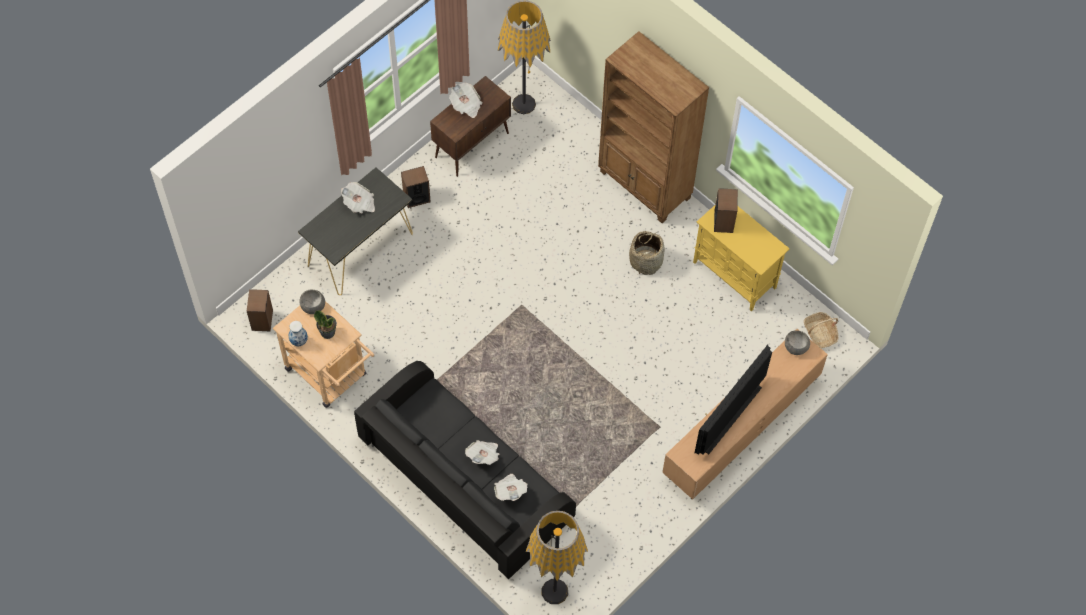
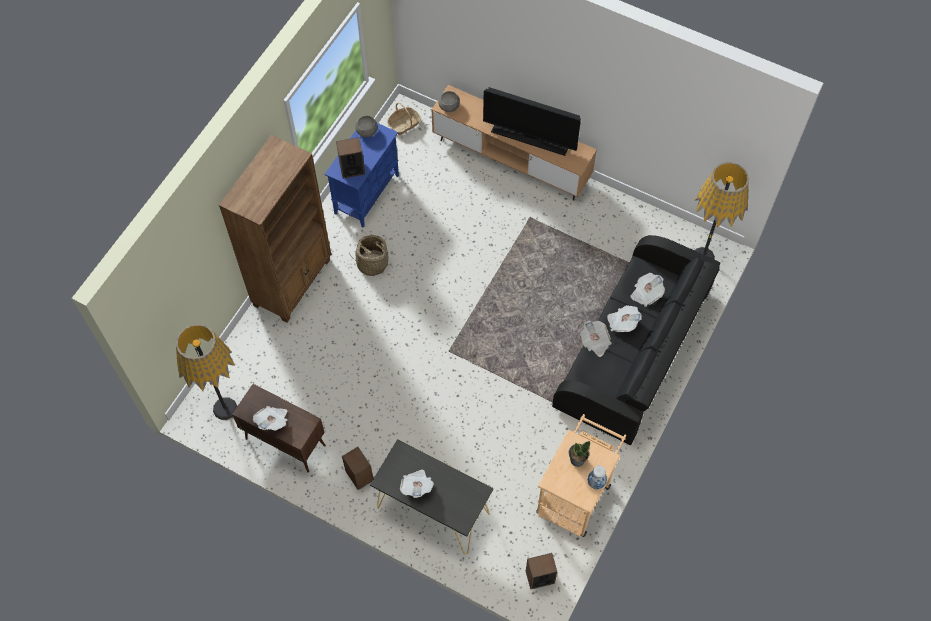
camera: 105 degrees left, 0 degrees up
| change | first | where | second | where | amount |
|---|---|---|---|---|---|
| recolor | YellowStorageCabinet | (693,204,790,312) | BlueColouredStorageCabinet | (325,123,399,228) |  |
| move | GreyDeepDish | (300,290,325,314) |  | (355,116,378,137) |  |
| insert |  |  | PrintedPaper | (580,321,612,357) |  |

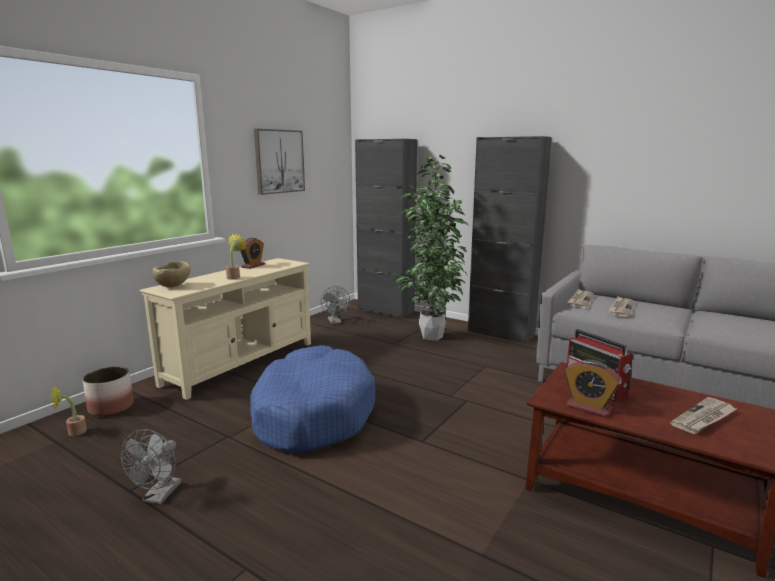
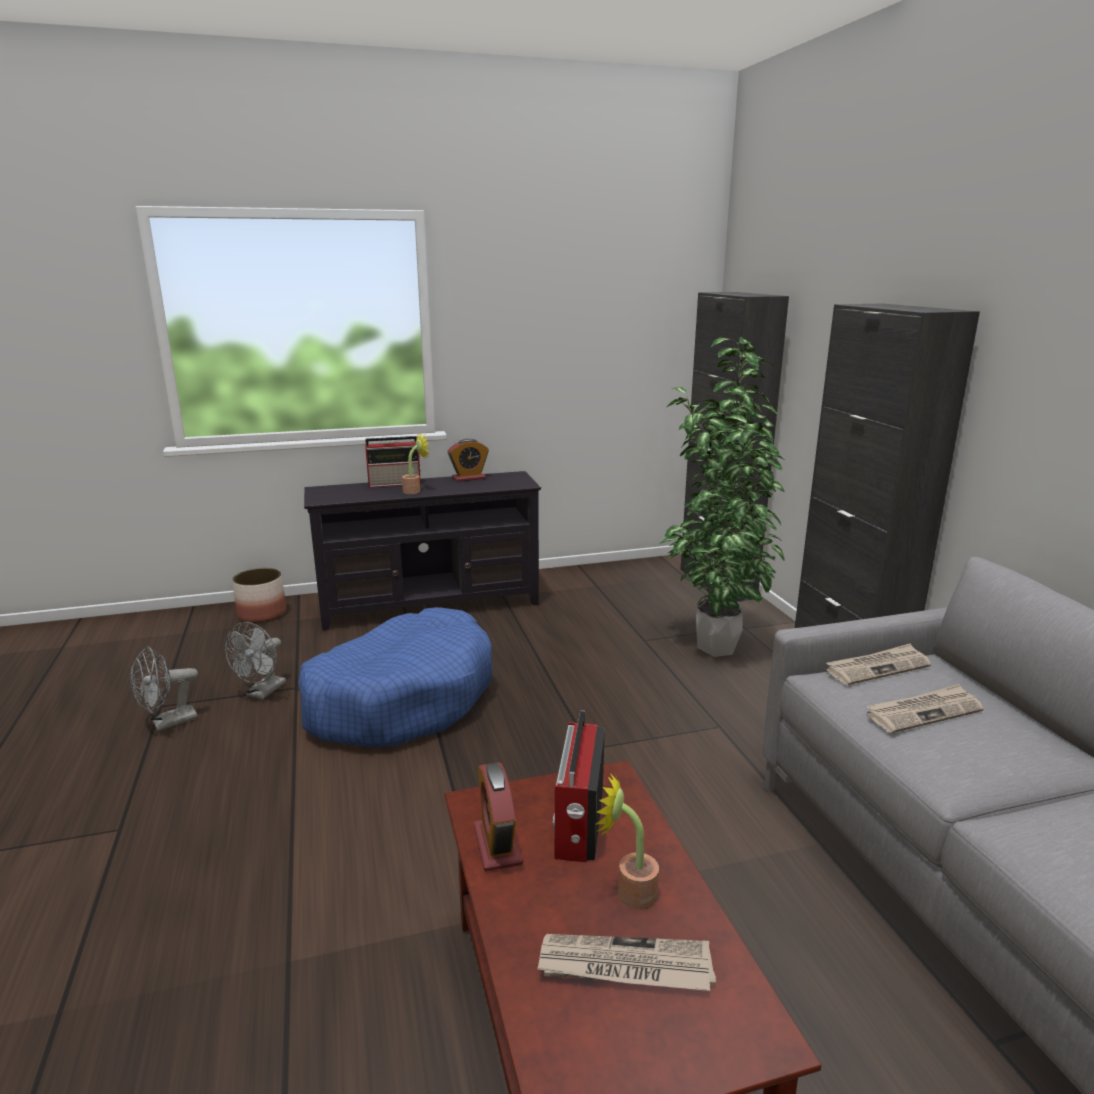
camera: 40 degrees right, 5 degrees up
| change | first | where | second | where | amount |
|---|---|---|---|---|---|
| delete | WallArt | (254,129,305,195) |  |  |  |
| recolor | BeigeColouredTvStand | (139,258,311,400) | BlackishTvStand | (304,471,542,630) |  |
| delete | BeigeColouredDeepDish | (152,261,191,288) |  |  |  |
| move | GreyCoolingFan | (321,286,350,324) |  | (225,622,286,700) |  |
| move | Houseplant | (50,385,87,436) |  | (596,773,659,910) |  |
| insert |  |  | RadioSet | (365,436,421,488) |  |

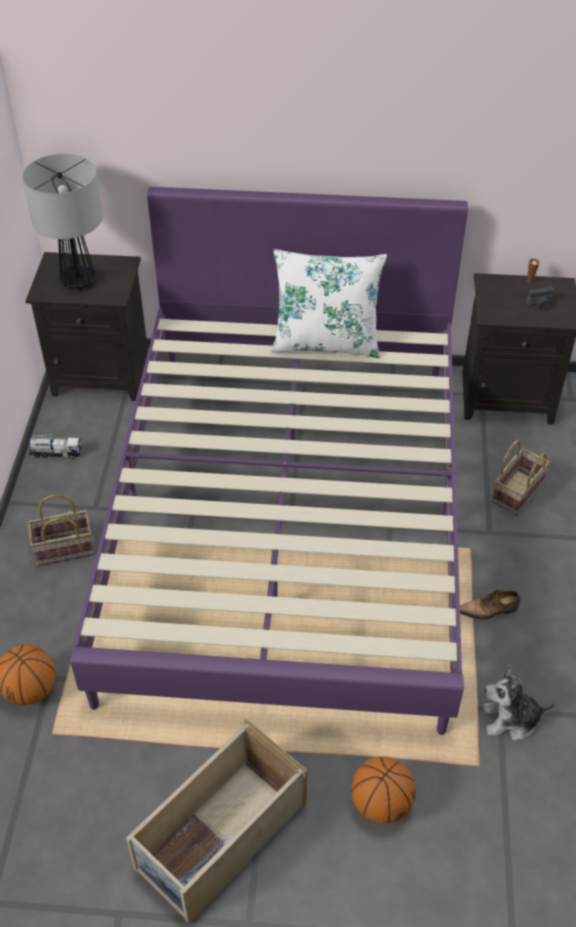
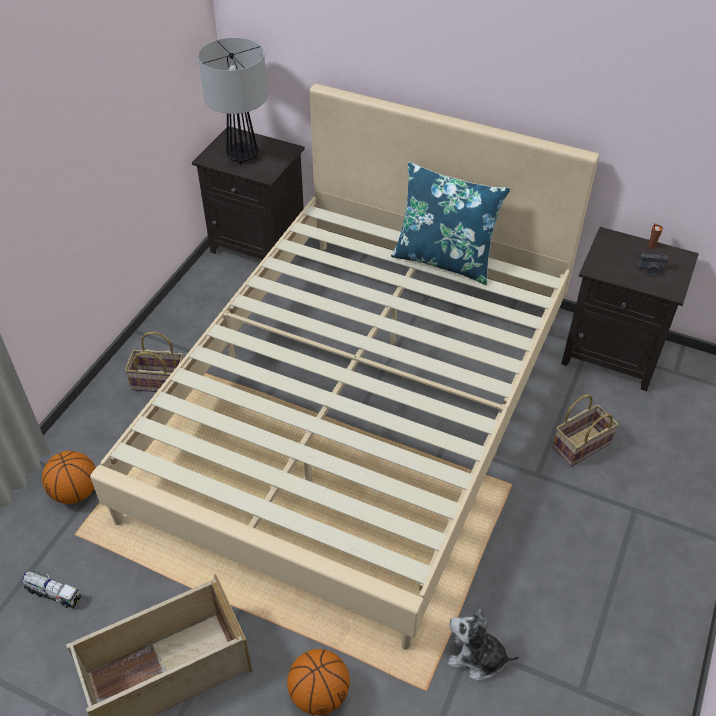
camera: 20 degrees right, 0 degrees up
| change | first | where | second | where | amount |
|---|---|---|---|---|---|
| recolor | PurpleBedroomBed | (70,187,468,735) | BeigeColouredBedroomBed | (90,83,599,650) |  |
| recolor | WhiteCushion | (271,249,387,358) | BlueColouredCushion | (391,162,510,285) |  |
| move | ToyTruck | (29,435,81,459) |  | (23,569,81,608) |  |
| delete | ItemOfFootwear | (460,590,520,619) |  |  |  |

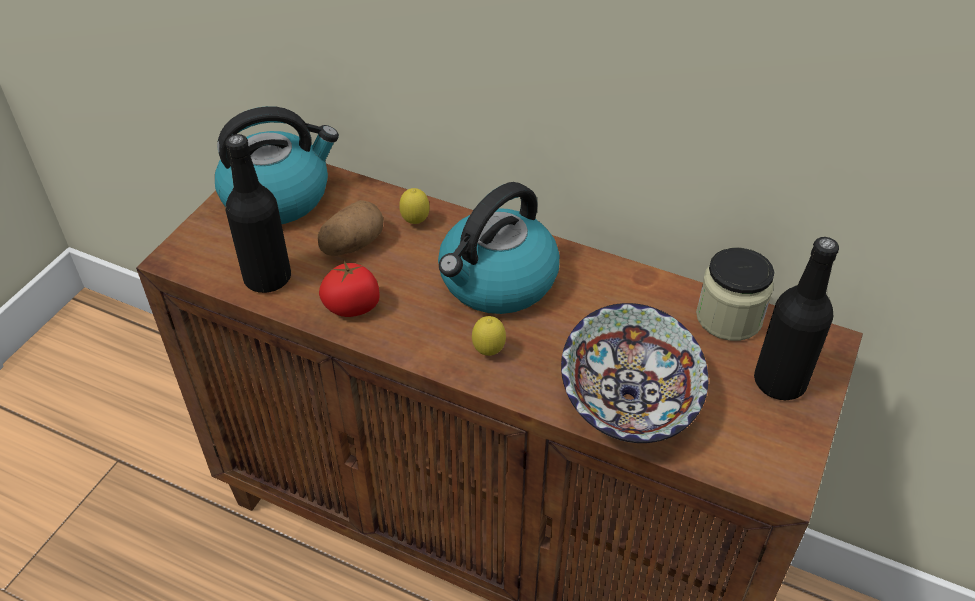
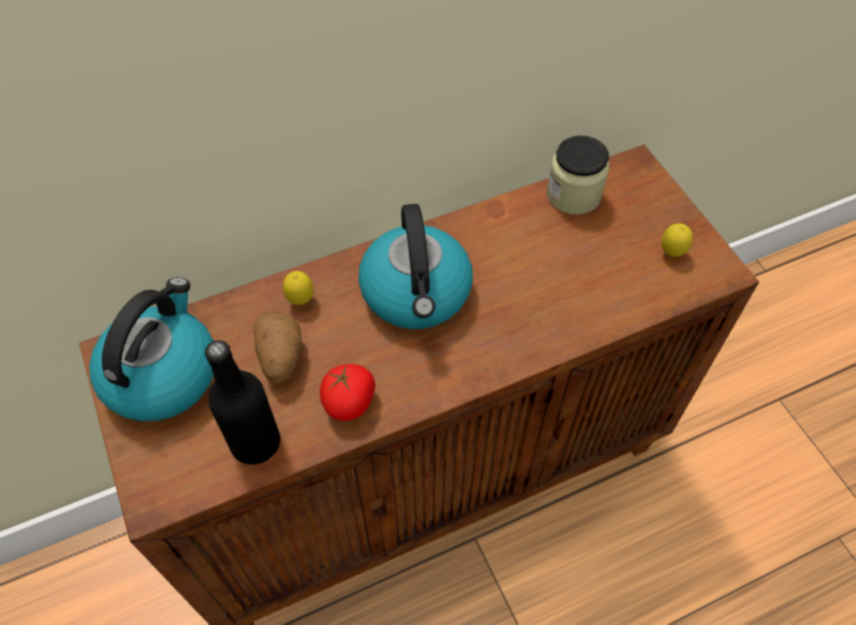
camera: 50 degrees left, 10 degrees up
| change | first | where | second | where | amount |
|---|---|---|---|---|---|
| delete | BlackishDrinkBottle | (754,237,839,400) |  |  |  |
| delete | DeepDish | (561,303,708,443) |  |  |  |
| move | CitrusFruit | (472,316,506,356) |  | (662,223,693,257) |  |

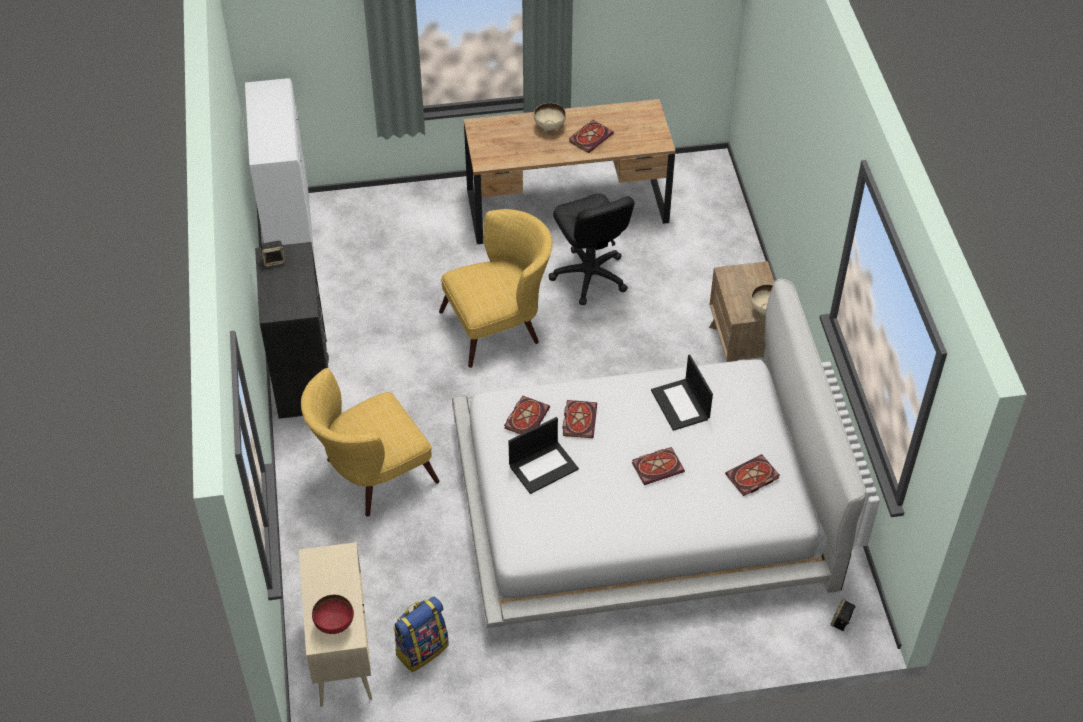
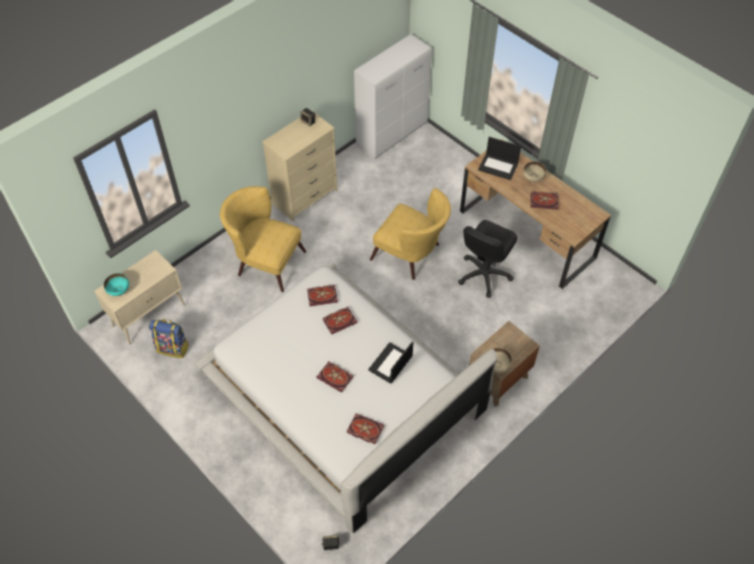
camera: 55 degrees right, 5 degrees up
| change | first | where | second | where | amount |
|---|---|---|---|---|---|
| recolor | BlackishChestOfDrawers | (255,242,329,419) | BeigeColouredChestOfDrawers | (262,110,337,222) |  |
| move | Laptop | (508,417,579,494) |  | (478,137,521,180) |  |
| recolor | RedColouredDeepDish | (312,595,354,634) | BlueGreenDeepDish | (104,273,129,296) |  |

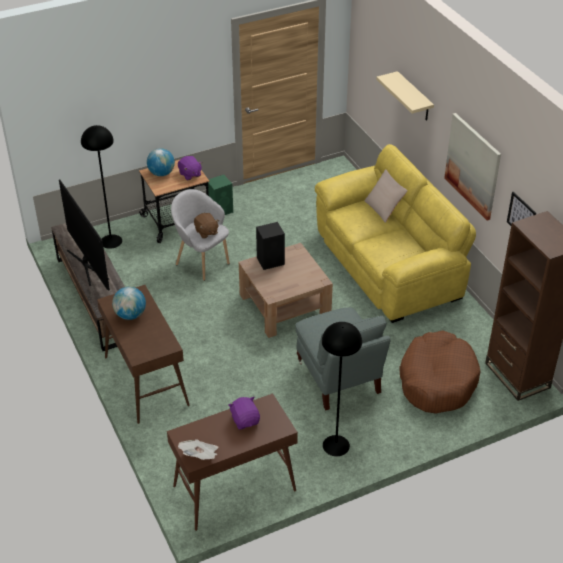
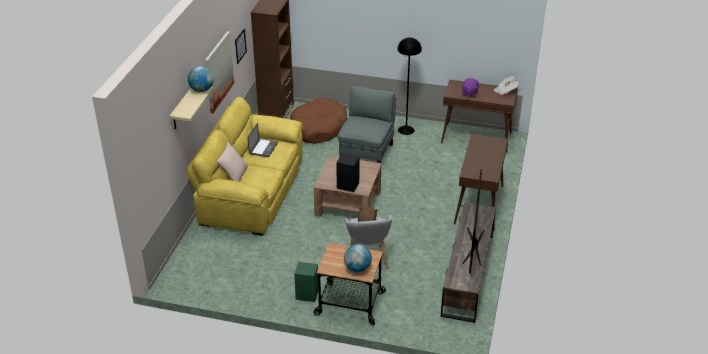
camera: 140 degrees left, 5 degrees down
| change | first | where | second | where | amount |
|---|---|---|---|---|---|
| delete | BlackishStandardLamp | (81,125,122,249) |  |  |  |
| delete | PurplePlushToy | (178,156,202,180) |  |  |  |
| move | Globe | (112,287,146,320) |  | (188,66,214,92) |  |
| insert |  |  | Laptop | (247,123,278,157) |  |

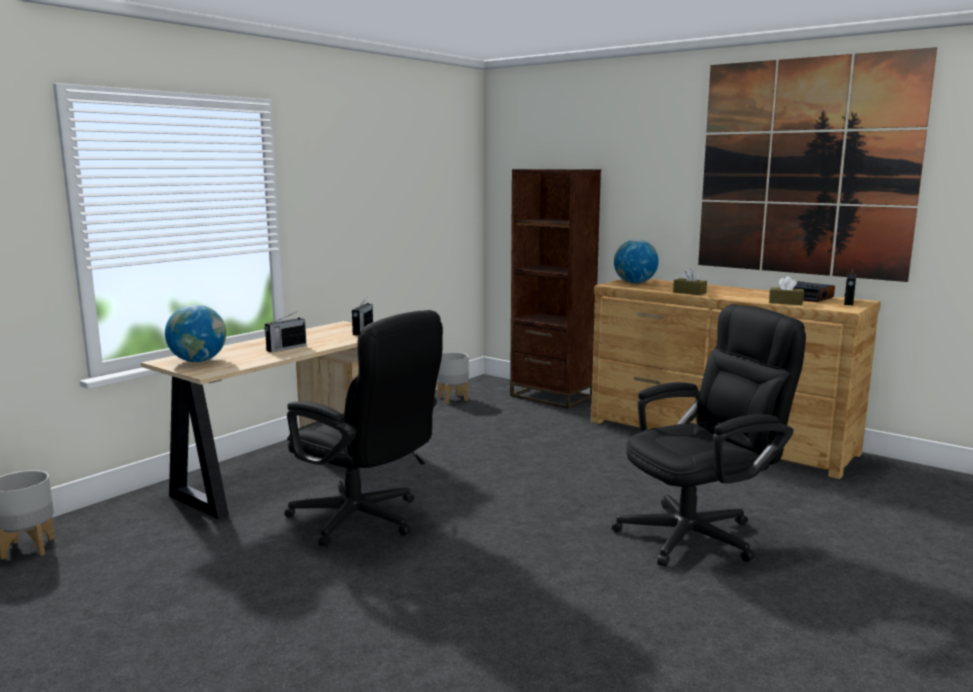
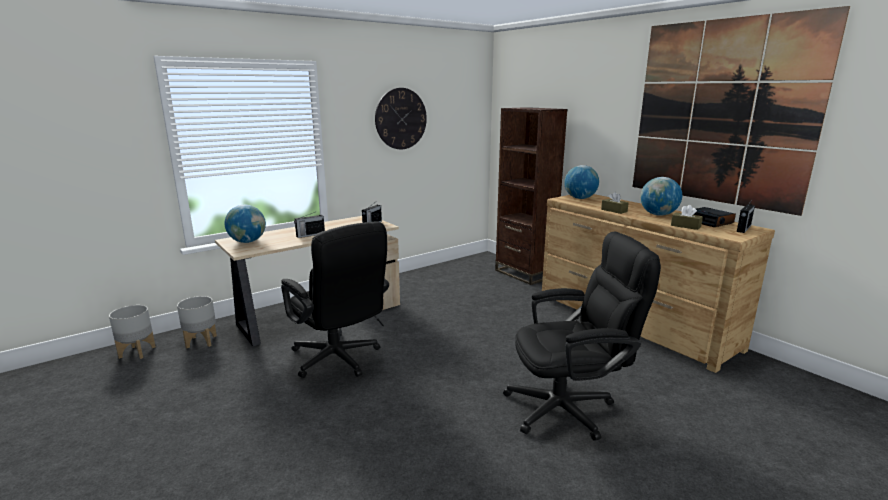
camera: 15 degrees right, 5 degrees up
| change | first | where | second | where | amount |
|---|---|---|---|---|---|
| move | GreyPlantPot | (437,352,469,404) |  | (177,296,217,348) |  |
| insert |  |  | ClockOnTheWall | (375,88,427,149) |  |
| insert |  |  | Globe | (640,177,682,216) |  |

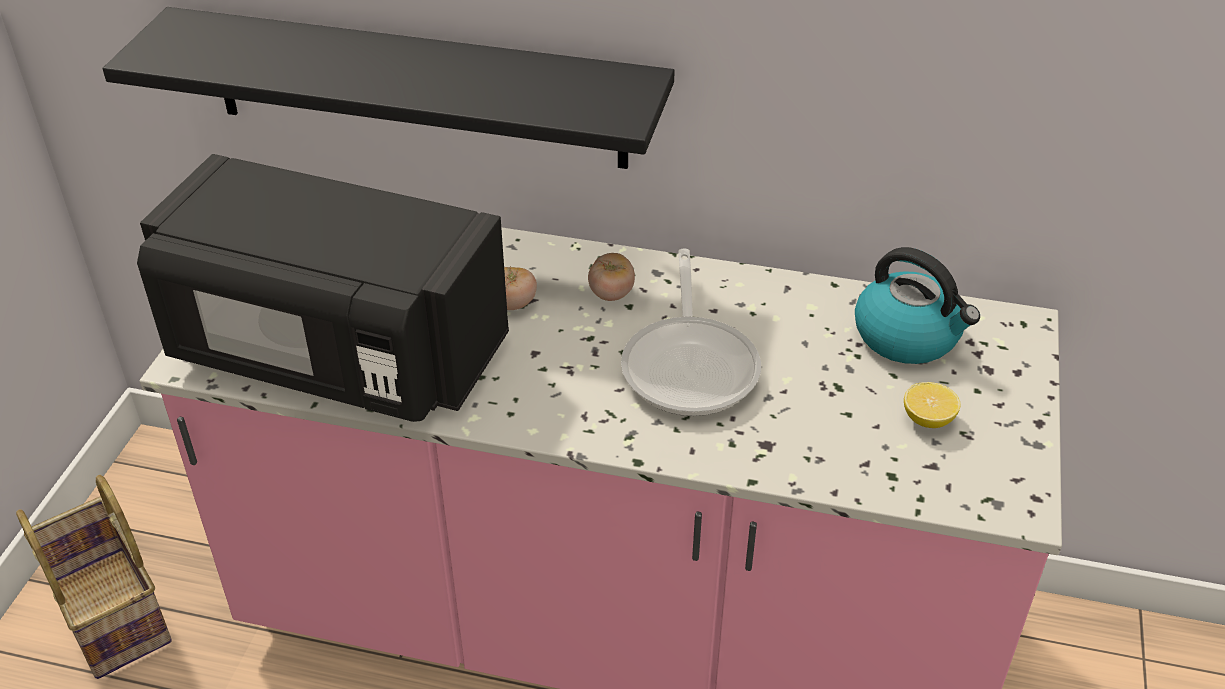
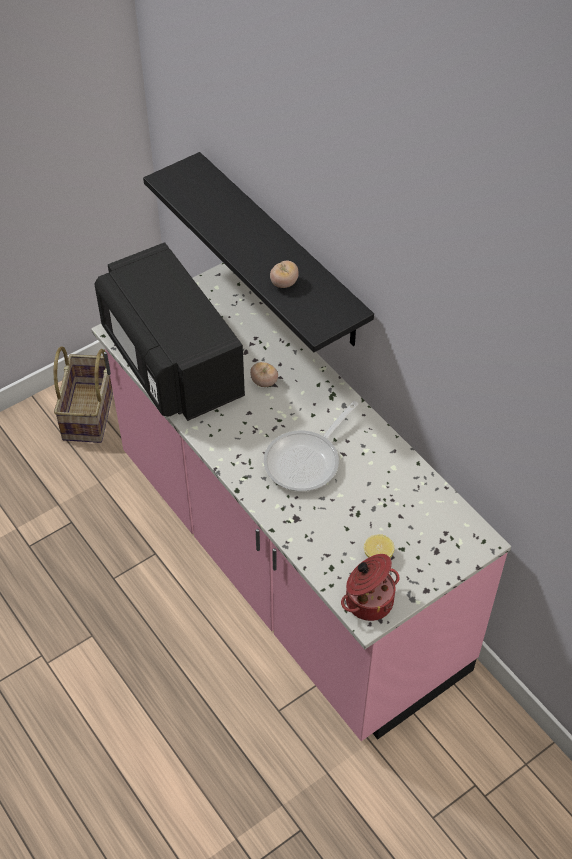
camera: 40 degrees right, 10 degrees up
| change | first | where | second | where | amount |
|---|---|---|---|---|---|
| delete | WaterKettle | (855,247,980,364) |  |  |  |
| move | FreshTomato | (588,253,635,301) |  | (270,261,299,288) |  |
| insert |  |  | CookingPot | (341,554,399,621) |  |

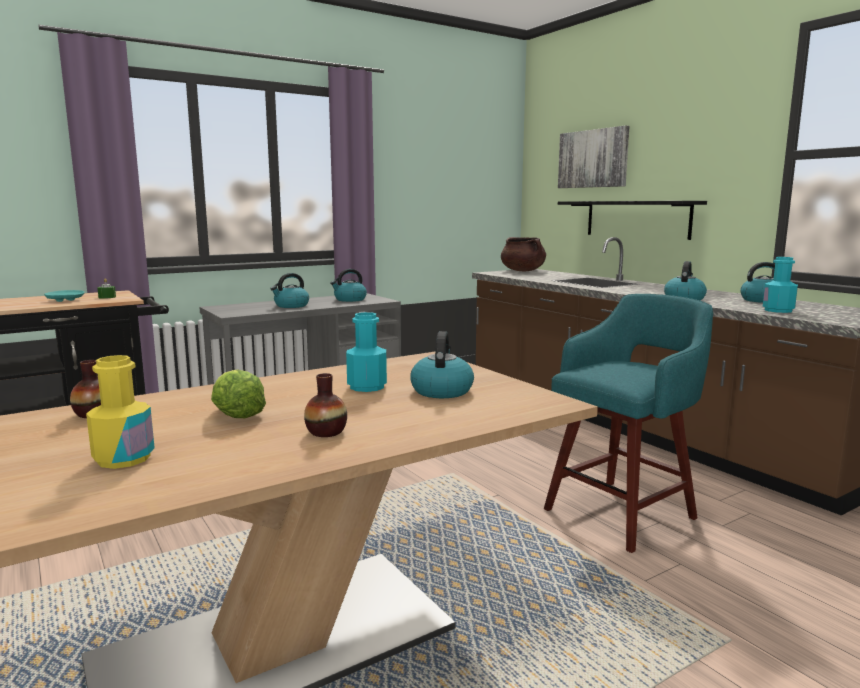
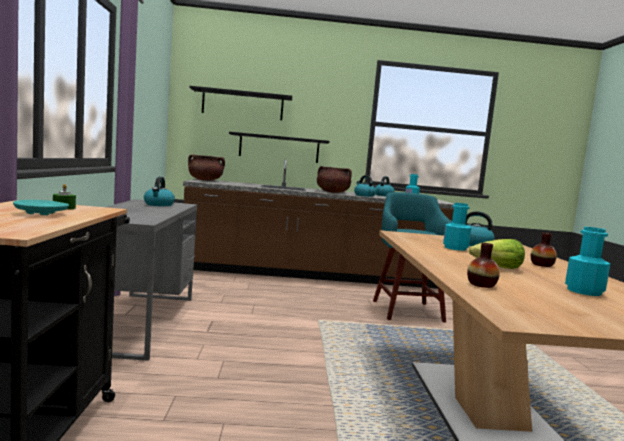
camera: 60 degrees left, 5 degrees down
| change | first | where | second | where | amount |
|---|---|---|---|---|---|
| replace | WallArt | (558,125,630,188) | BlackishWallShelf | (190,86,292,120) |  |
| delete | WaterKettle | (270,273,309,308) |  |  |  |
| recolor | YellowDrinkBottle | (86,355,155,469) | BlueGreenDrinkBottle | (565,227,611,296) |  |
| insert |  |  | BrownCookingPot | (317,166,352,193) |  |

